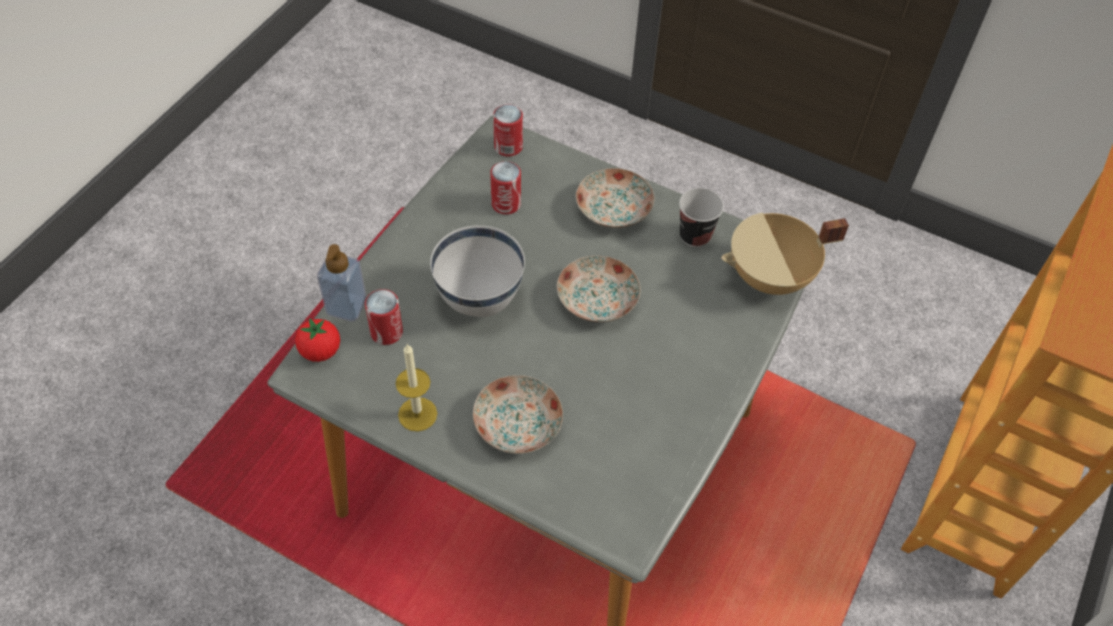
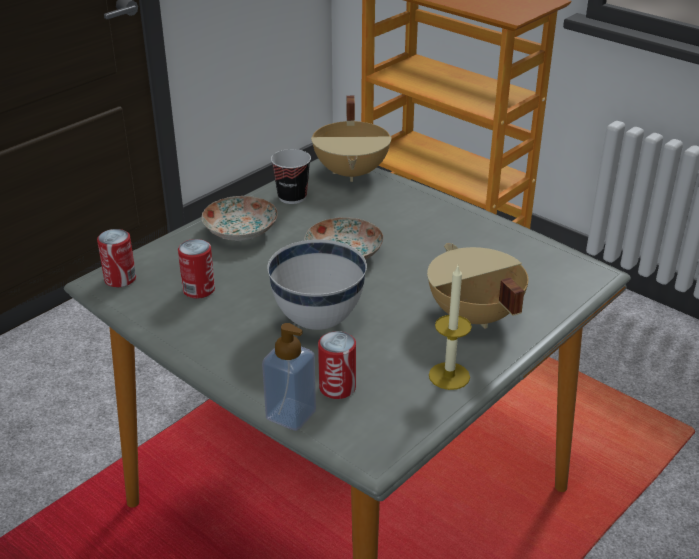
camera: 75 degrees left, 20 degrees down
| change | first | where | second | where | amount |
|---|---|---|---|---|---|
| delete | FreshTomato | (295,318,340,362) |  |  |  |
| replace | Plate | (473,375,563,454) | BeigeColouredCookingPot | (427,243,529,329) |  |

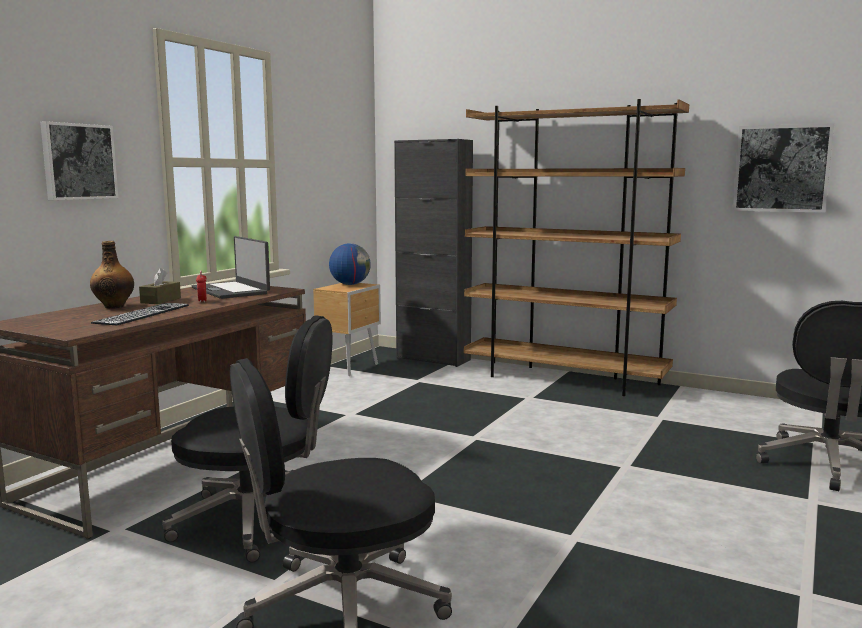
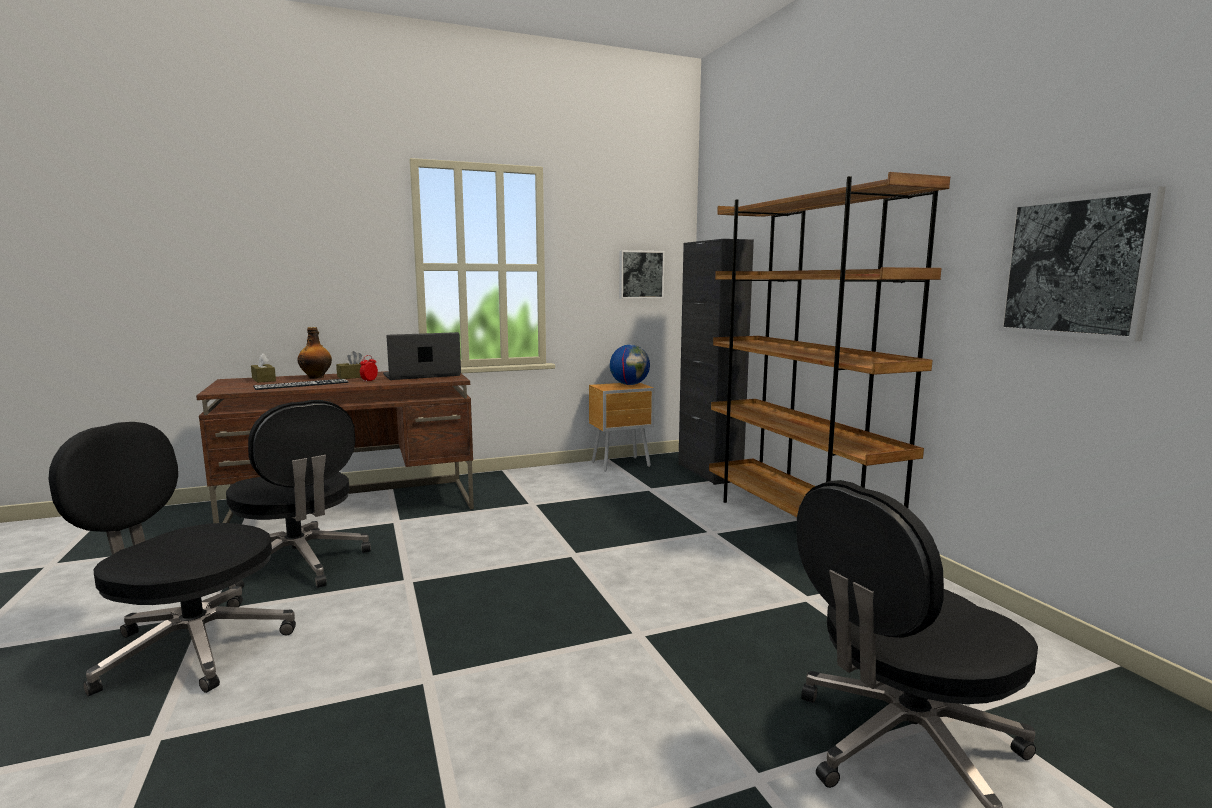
camera: 40 degrees right, 0 degrees up
| change | first | where | second | where | amount |
|---|---|---|---|---|---|
| move | WallArt | (40,121,118,200) |  | (619,250,665,299) |  |
| rotate | Laptop | (192,236,270,299) |  | (383,332,461,380) | 60 degrees clockwise |
| insert |  |  | BrownBoxOfTissues | (251,353,276,383) |  |

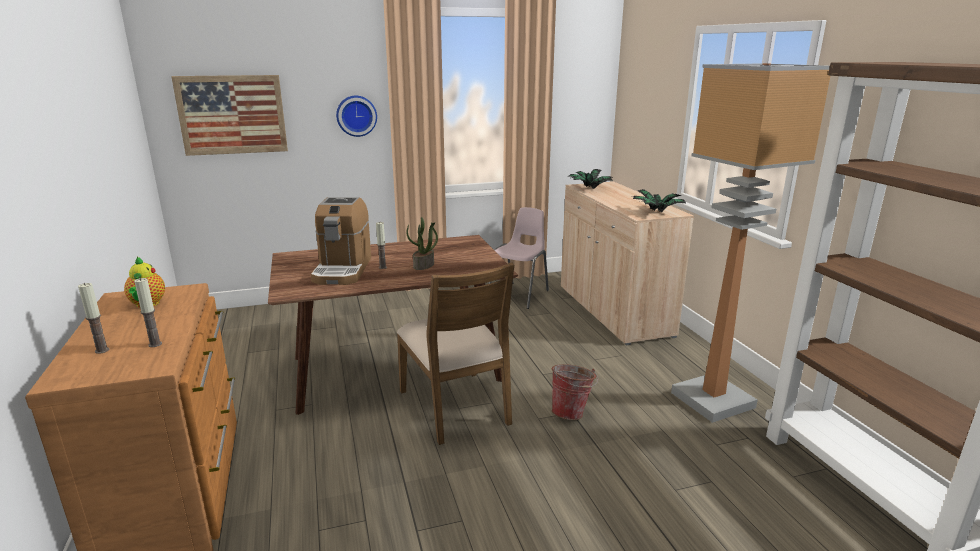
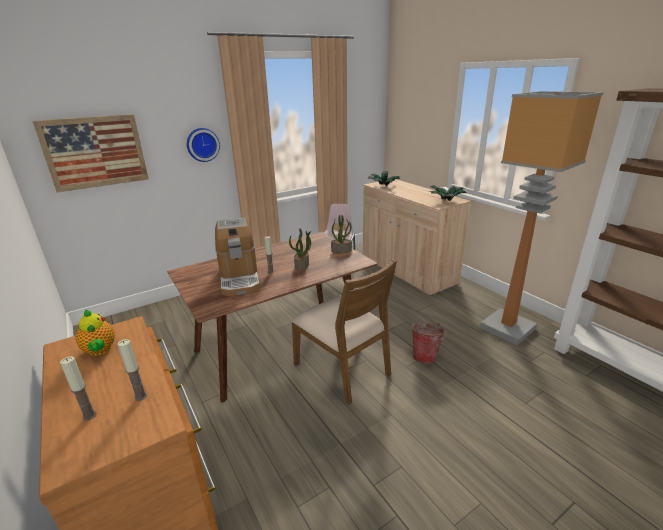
camera: 15 degrees left, 5 degrees up
| change | first | where | second | where | amount |
|---|---|---|---|---|---|
| insert |  |  | Houseplant | (331,215,351,253) |  |

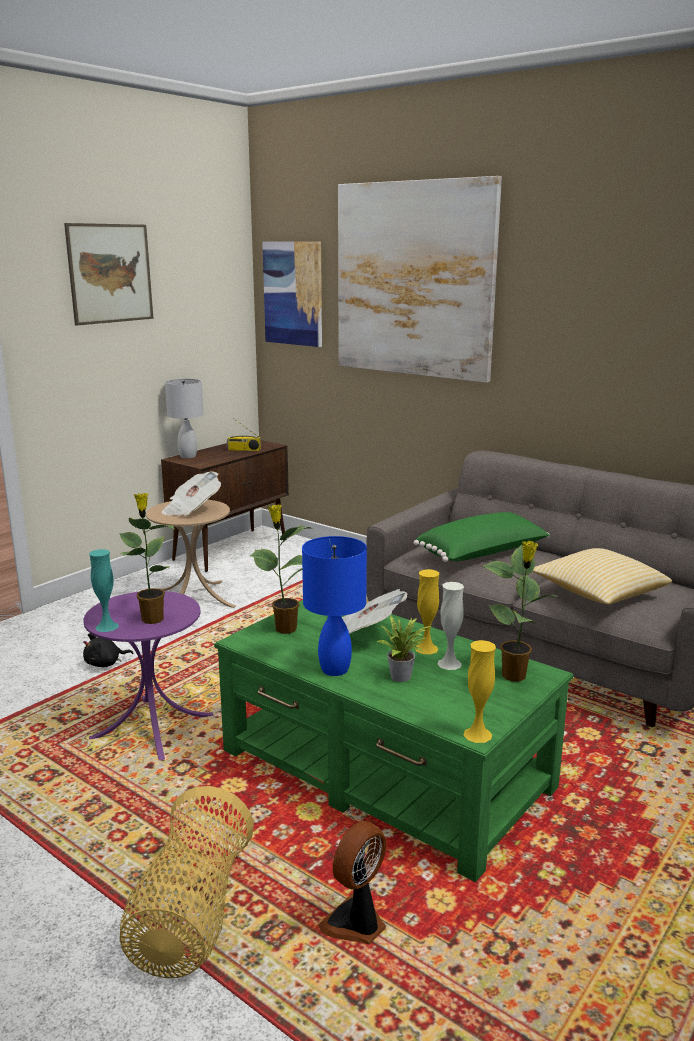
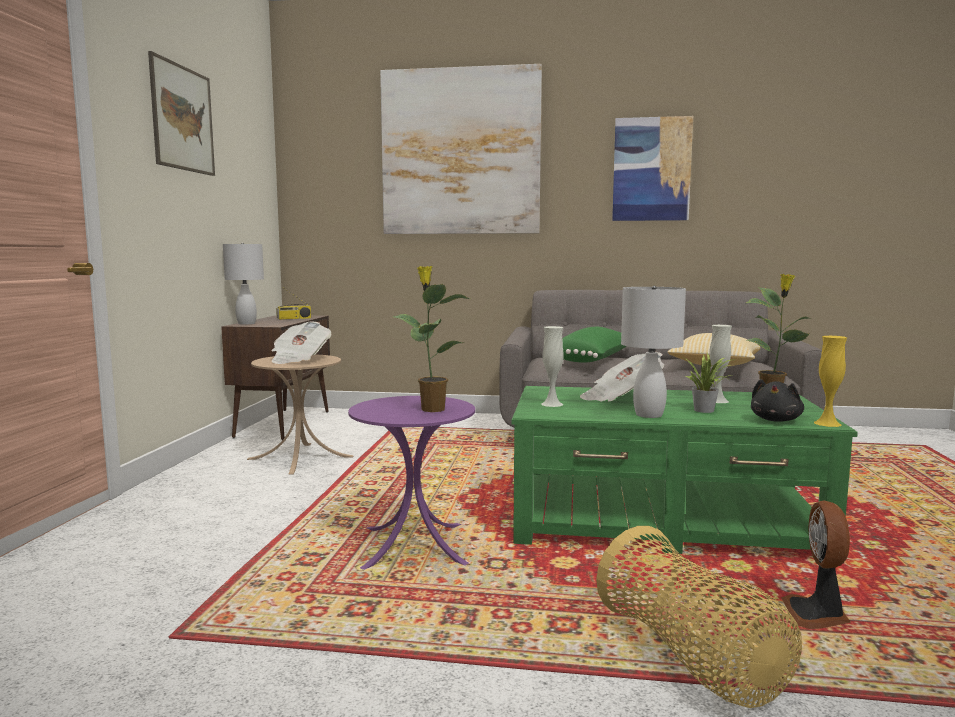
camera: 30 degrees left, 10 degrees down
| change | first | where | second | where | amount |
|---|---|---|---|---|---|
| move | WallArt | (262,241,322,347) |  | (612,116,693,221) |  |
| replace | Houseplant | (250,505,311,634) | WhiteDecorativeVase | (541,326,564,407) |  |
| recolor | BlueColouredLampForATable | (302,536,367,676) | WhiteLampForATable | (621,286,686,418) |  |
| delete | BlueGreenDecorativeVase | (89,549,119,632) |  |  |  |
| delete | YellowDecorativeVase | (415,569,439,654) |  |  |  |
| move | BlackishPlushToy | (83,633,133,667) |  | (751,379,804,422) |  |

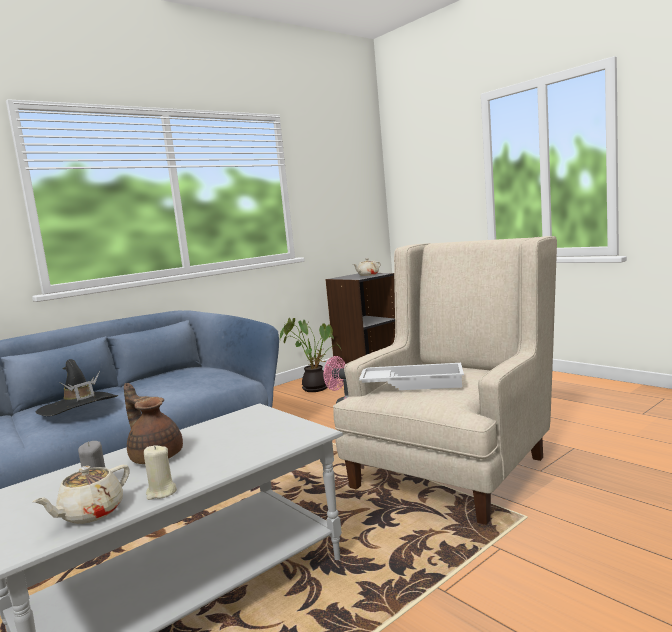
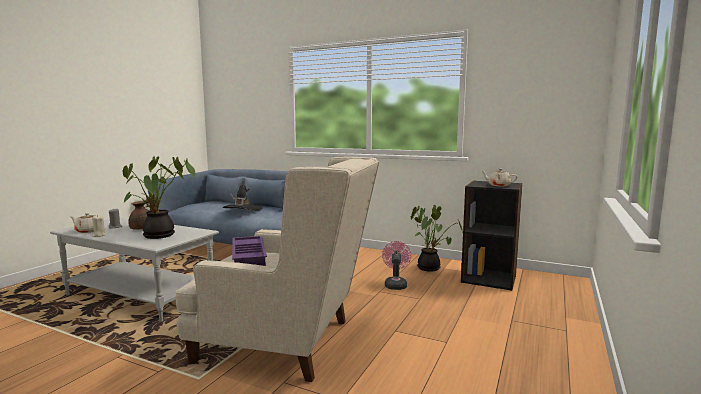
camera: 65 degrees right, 0 degrees up
| change | first | where | second | where | amount |
|---|---|---|---|---|---|
| recolor | WhiteTray | (359,363,464,390) | PurpleTray | (232,236,267,266) |  |
| insert |  |  | Houseplant | (122,156,196,239) |  |

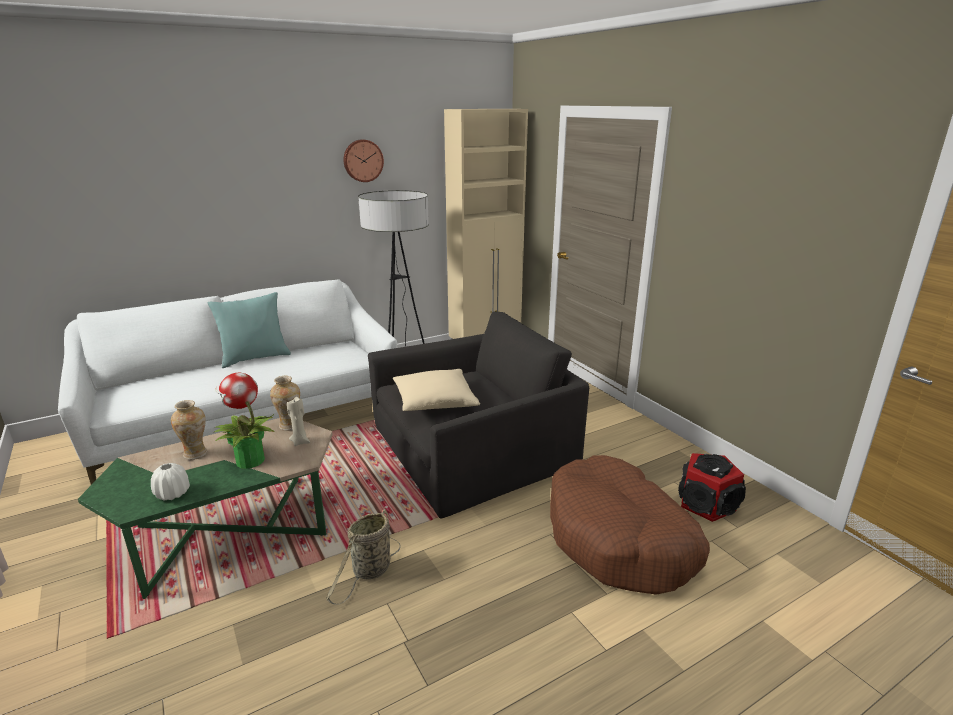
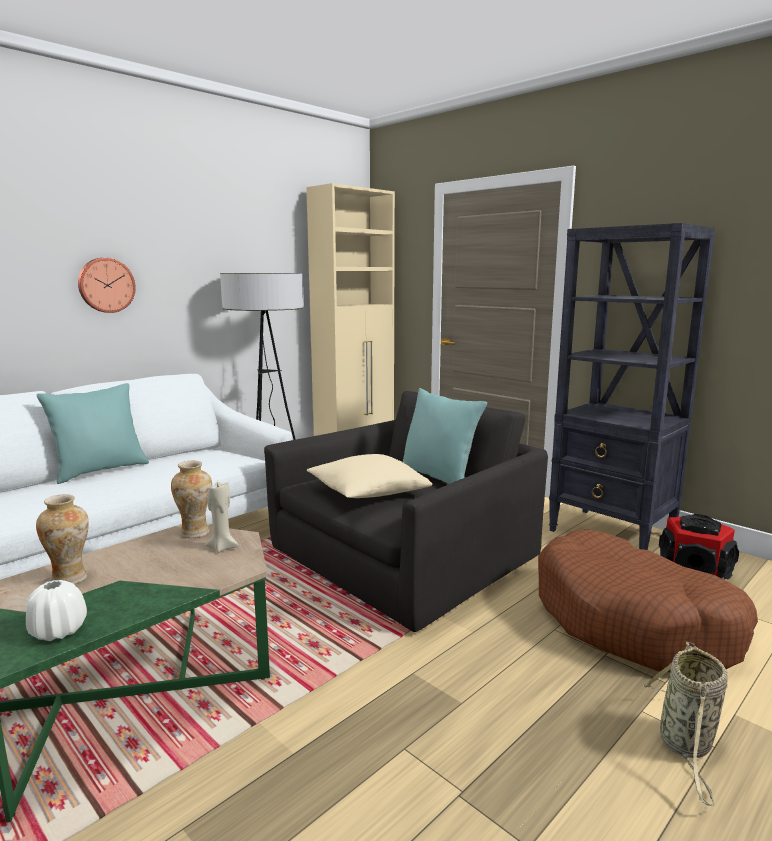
camera: 15 degrees left, 10 degrees down
| change | first | where | second | where | amount |
|---|---|---|---|---|---|
| move | ClockOnTheWall | (343,139,384,182) |  | (78,258,136,313) |  |
| delete | Houseplant | (213,372,275,469) |  |  |  |
| move | StorageBasket | (326,509,401,605) |  | (642,642,728,806) |  |
| insert |  |  | BlackishBookshelf | (549,223,715,550) |  |
| insert |  |  | BlueGreenCushion | (403,388,487,484) |  |

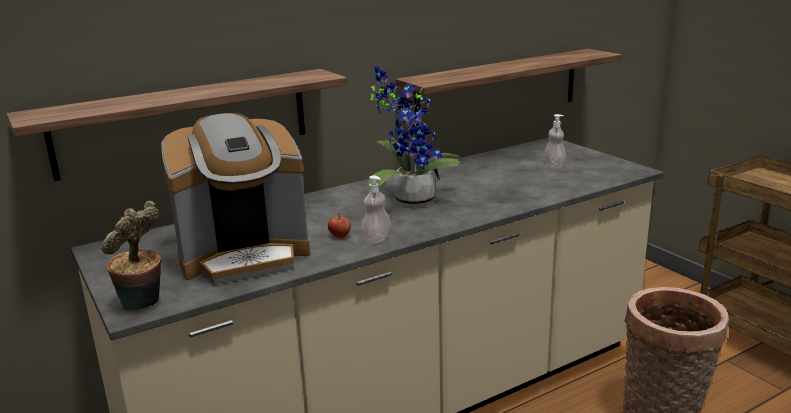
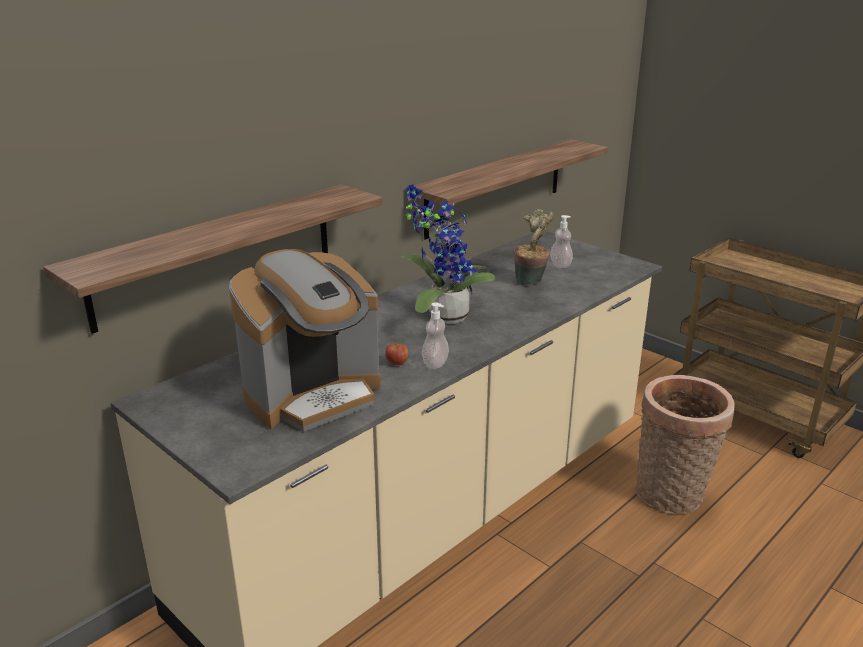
camera: 15 degrees left, 5 degrees up
| change | first | where | second | where | amount |
|---|---|---|---|---|---|
| move | Houseplant | (101,201,161,310) |  | (514,209,554,286) |  |

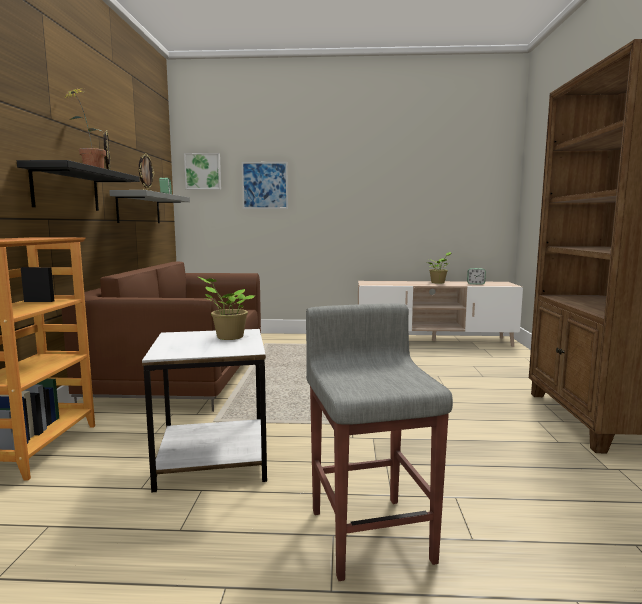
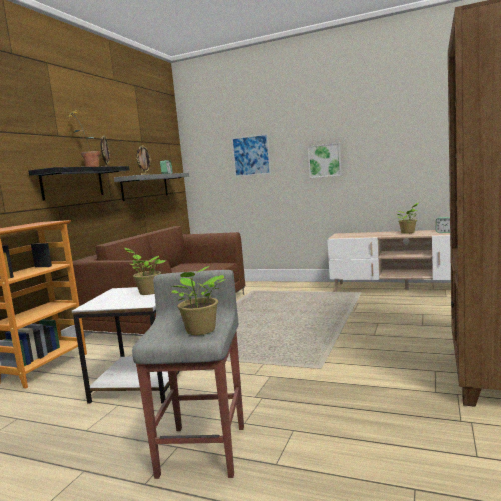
camera: 20 degrees right, 0 degrees up
| change | first | where | second | where | amount |
|---|---|---|---|---|---|
| move | WallArt | (184,153,221,190) |  | (308,143,342,178) |  |
| insert |  |  | Houseplant | (172,266,226,335) |  |

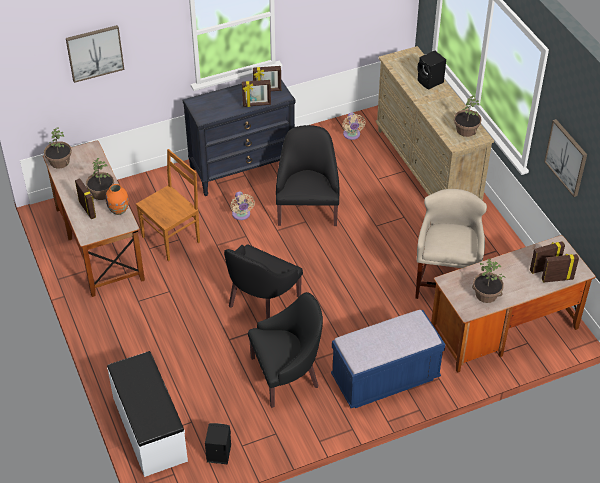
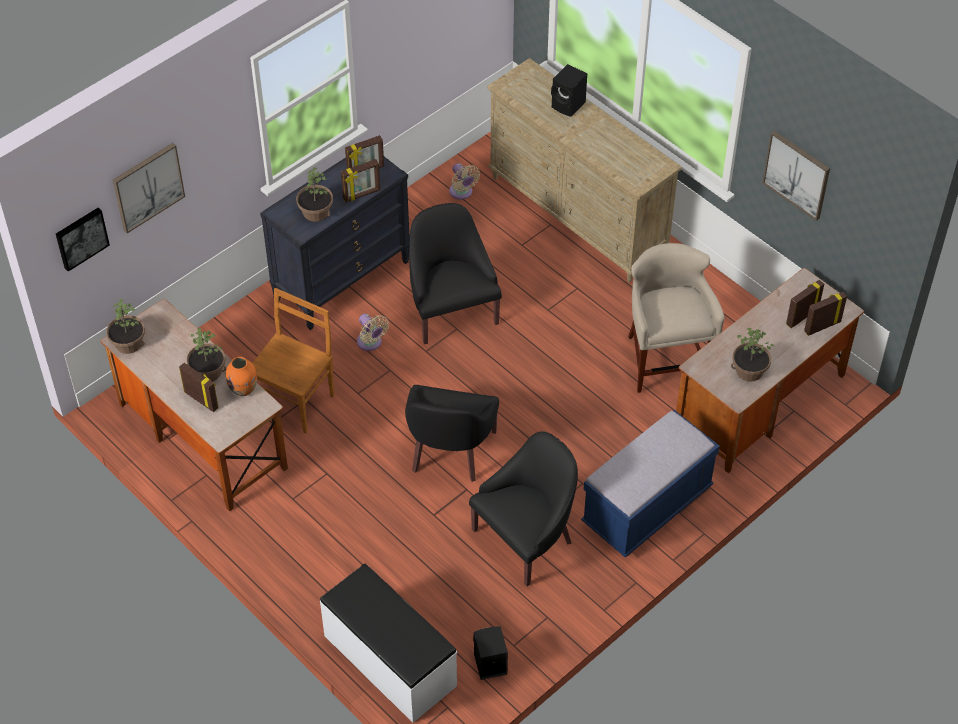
camera: 20 degrees left, 5 degrees up
| change | first | where | second | where | amount |
|---|---|---|---|---|---|
| move | Houseplant | (454,95,482,137) |  | (296,167,333,222) |  |
| insert |  |  | WallArt | (56,208,110,272) |  |

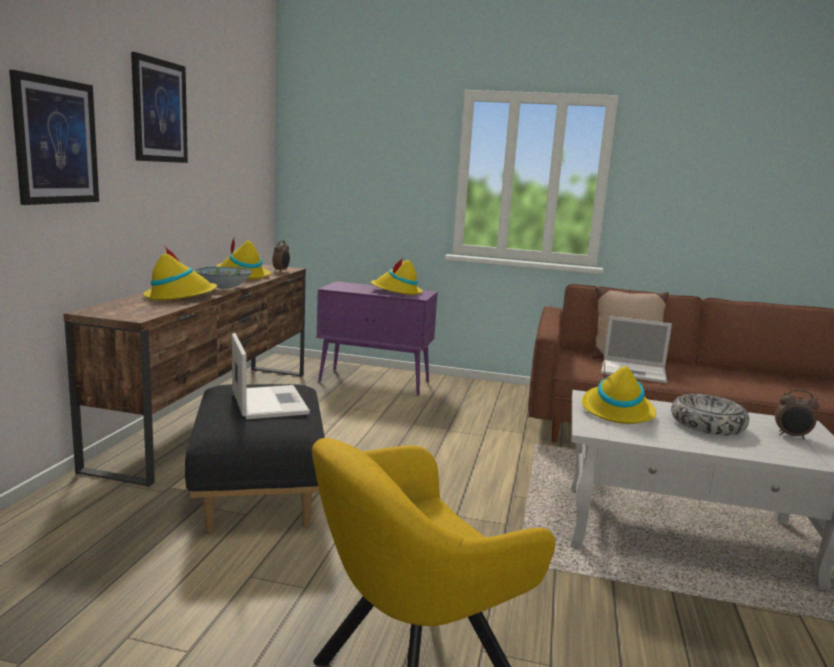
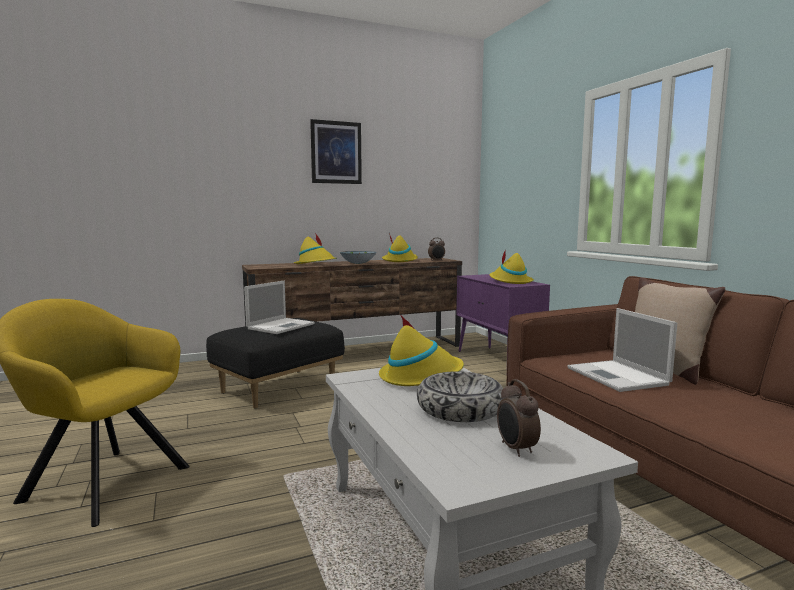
camera: 55 degrees right, 5 degrees down
| change | first | where | second | where | amount |
|---|---|---|---|---|---|
| delete | WallArt | (9,70,99,205) |  |  |  |

